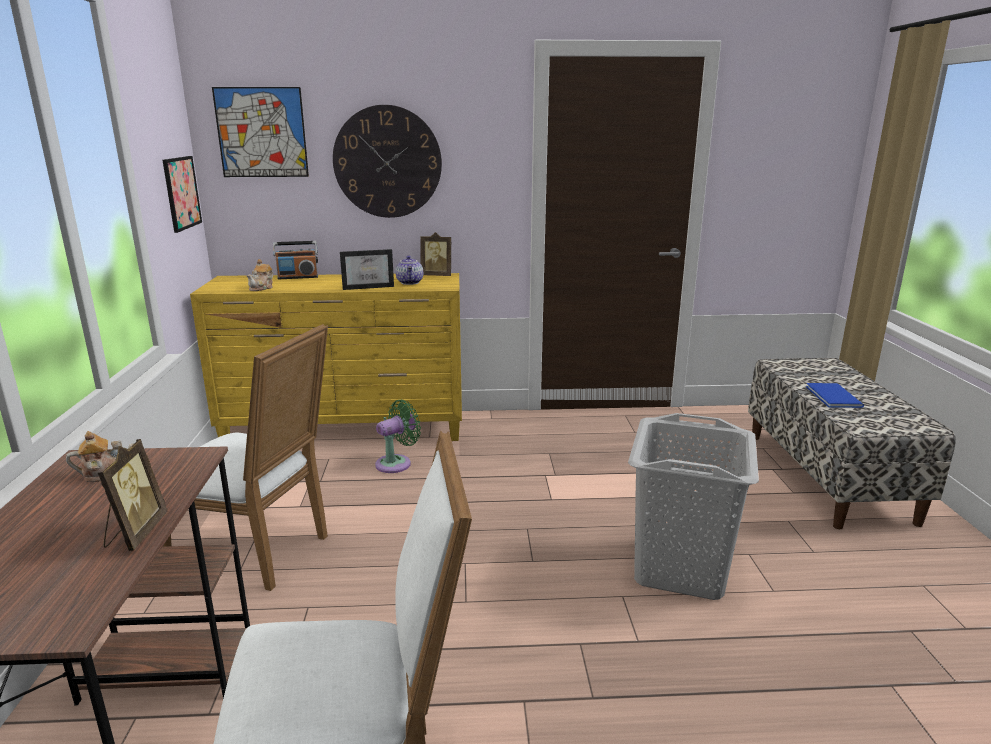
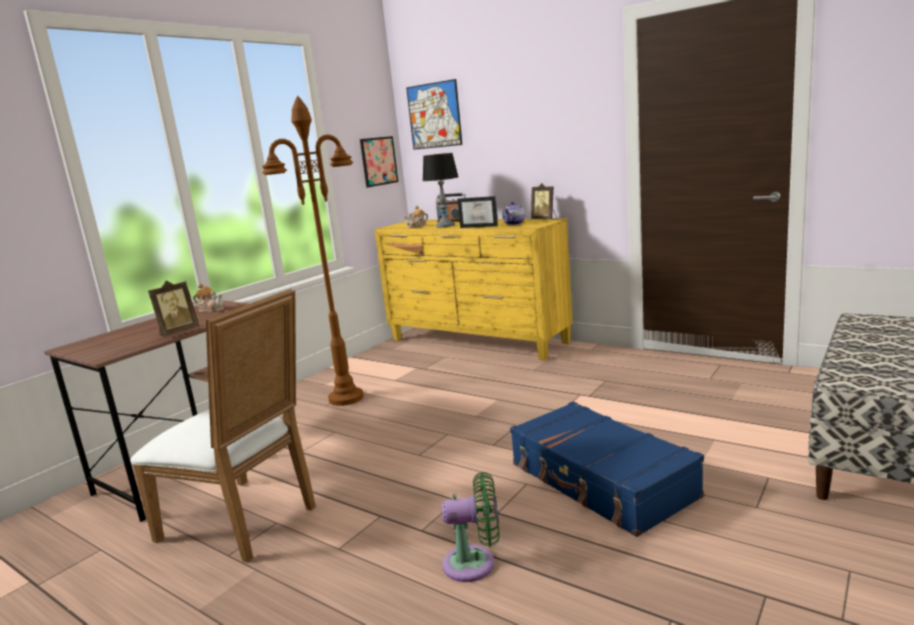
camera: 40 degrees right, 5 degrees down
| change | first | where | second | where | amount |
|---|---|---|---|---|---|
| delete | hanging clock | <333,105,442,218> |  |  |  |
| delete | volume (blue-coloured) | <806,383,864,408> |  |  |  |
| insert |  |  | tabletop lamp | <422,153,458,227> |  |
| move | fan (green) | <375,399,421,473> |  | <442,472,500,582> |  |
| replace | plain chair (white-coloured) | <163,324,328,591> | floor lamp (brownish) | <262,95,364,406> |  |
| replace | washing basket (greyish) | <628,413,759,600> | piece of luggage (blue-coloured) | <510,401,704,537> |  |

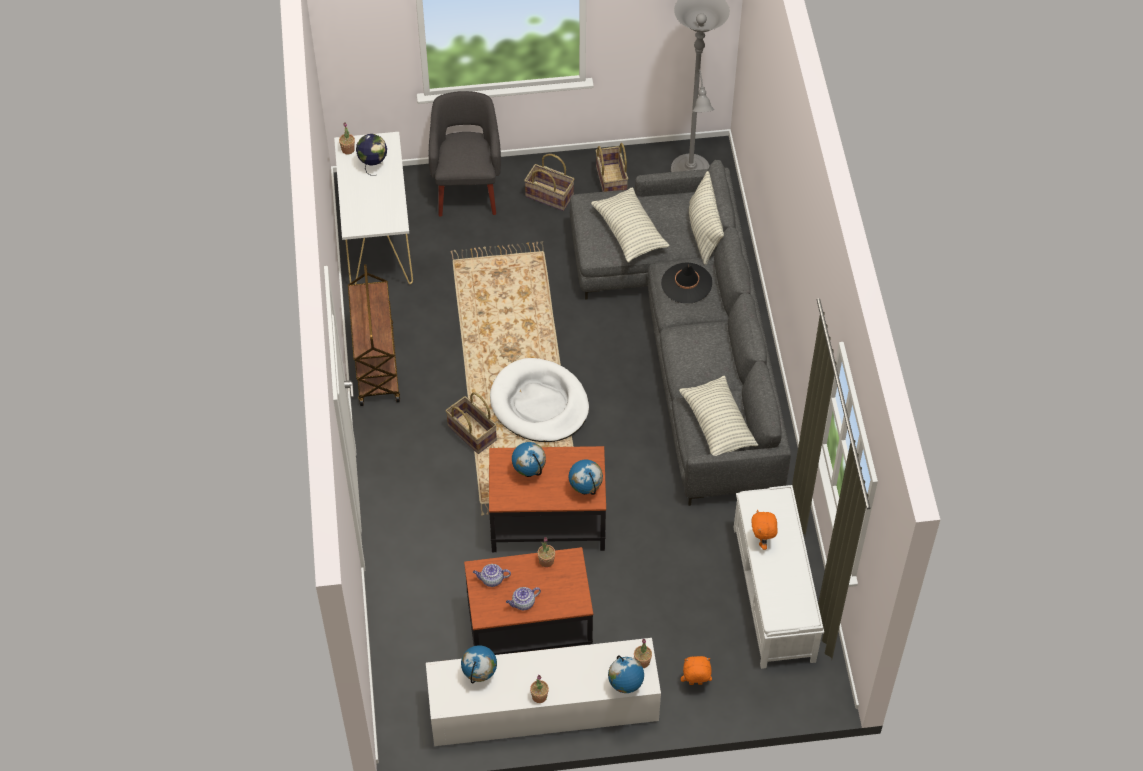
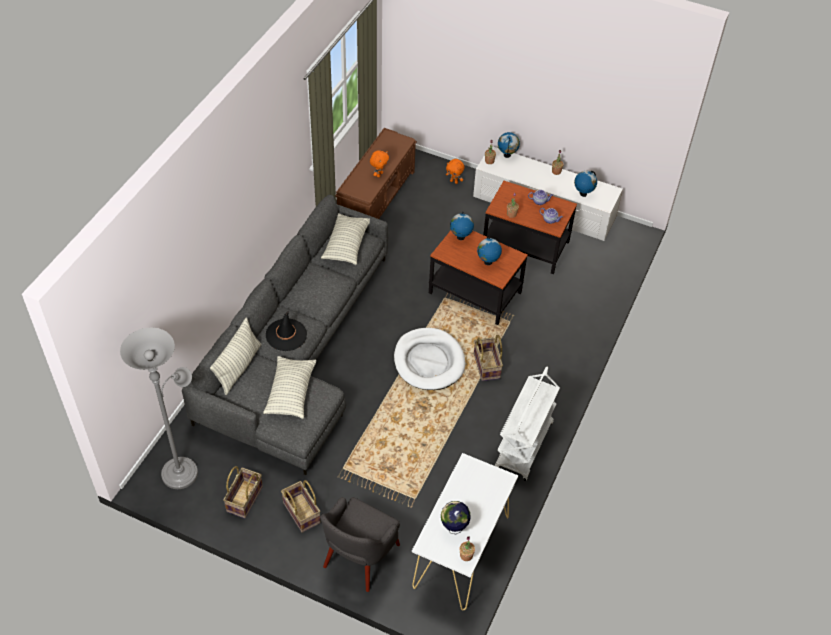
camera: 150 degrees left, 5 degrees down
| change | first | where | second | where | amount |
|---|---|---|---|---|---|
| recolor | trolley (brownish) | <348,264,400,406> | trolley (white-coloured) | <495,366,560,481> |  |
| recolor | bench (white-coloured) | <734,485,824,669> | bench (brownish) | <335,128,417,219> |  |

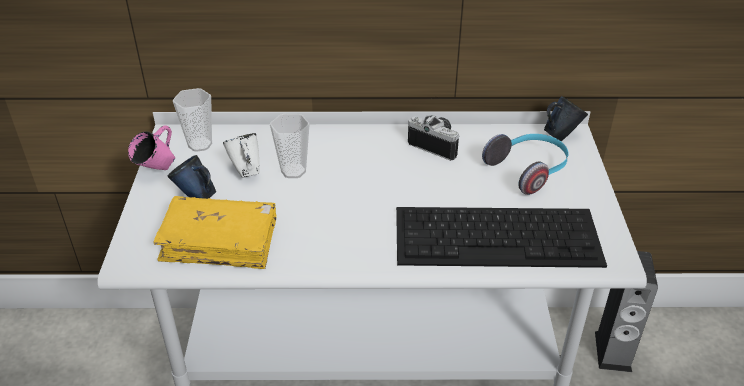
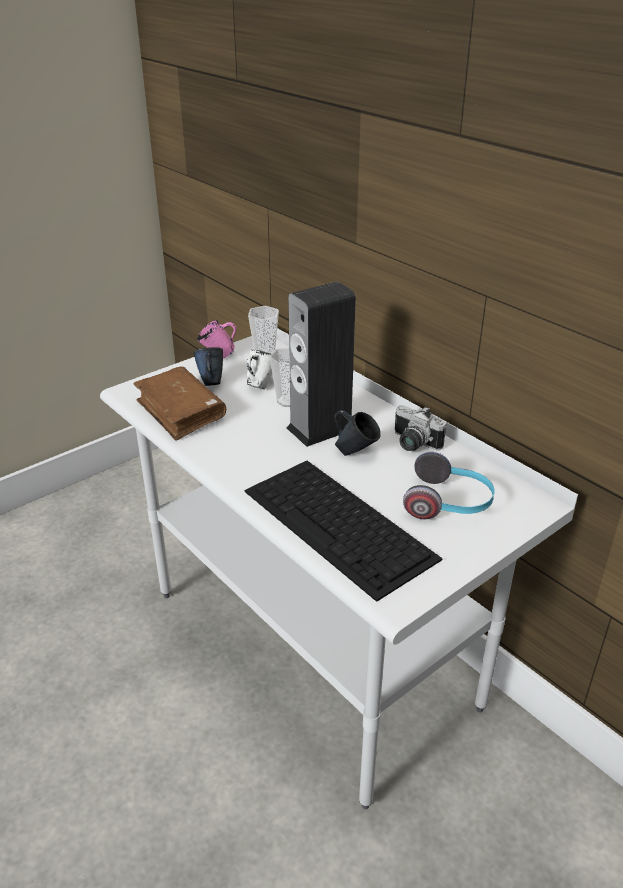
camera: 50 degrees right, 5 degrees down
| change | first | where | second | where | amount |
|---|---|---|---|---|---|
| move | coffee mug (blue-coloured) | <544,96,588,141> |  | <334,410,381,456> |  |
| move | audio speaker | <595,251,658,372> |  | <287,281,356,447> |  |
| recolor | volume (yellow) | <153,196,277,269> | volume (brownish) | <134,366,226,441> |  |
| rotate | still camera | <408,115,459,161> |  | <395,405,446,451> | 135 degrees clockwise |

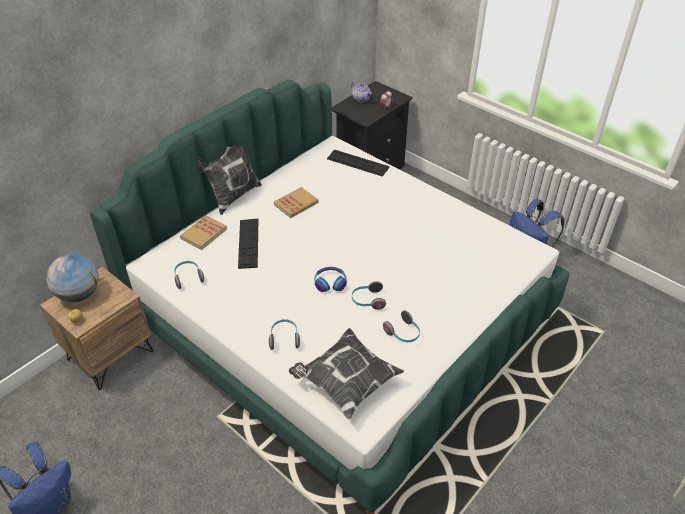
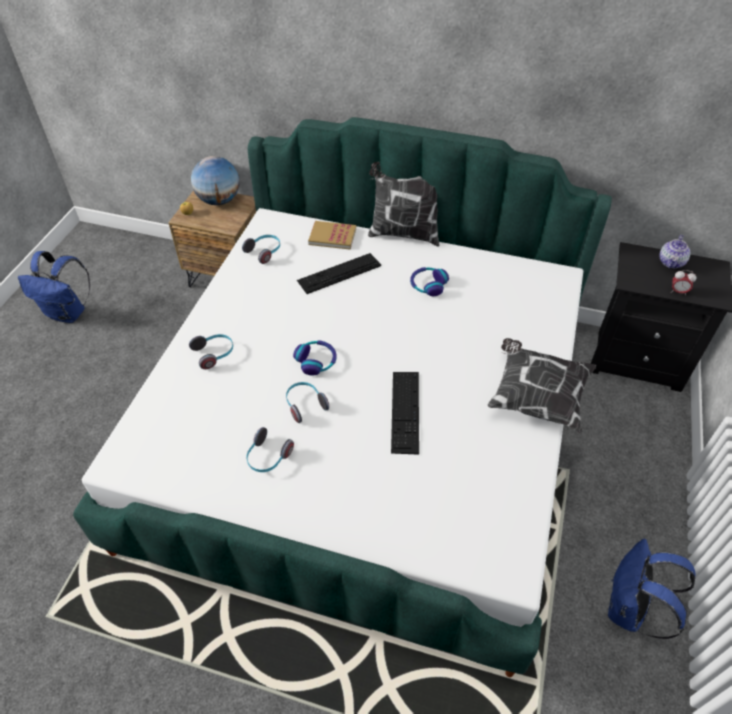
camera: 65 degrees right, 5 degrees up
| change | first | where | second | where | amount |
|---|---|---|---|---|---|
| move | cushion | <289,328,404,419> |  | <488,338,596,433> |  |
| move | PC keyboard | <327,149,390,177> |  | <391,372,419,455> |  |
| replace | volume | <274,187,319,218> | pair of headphones | <410,267,449,296> |  |

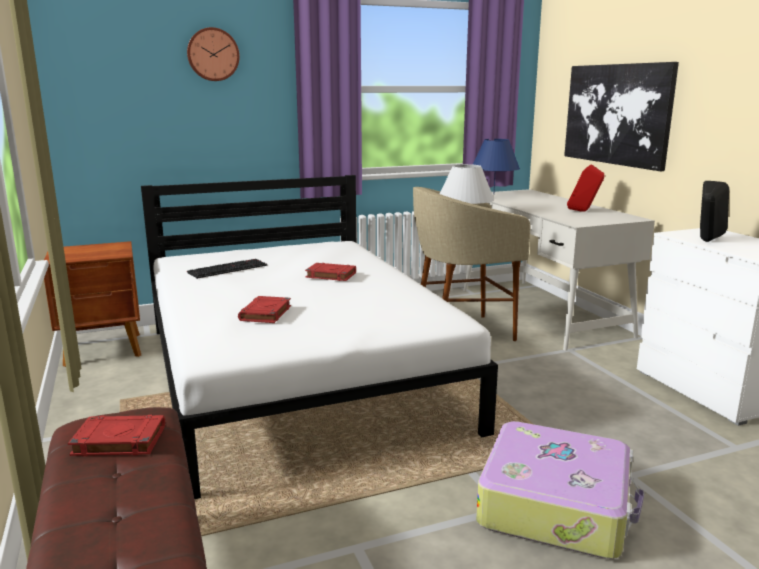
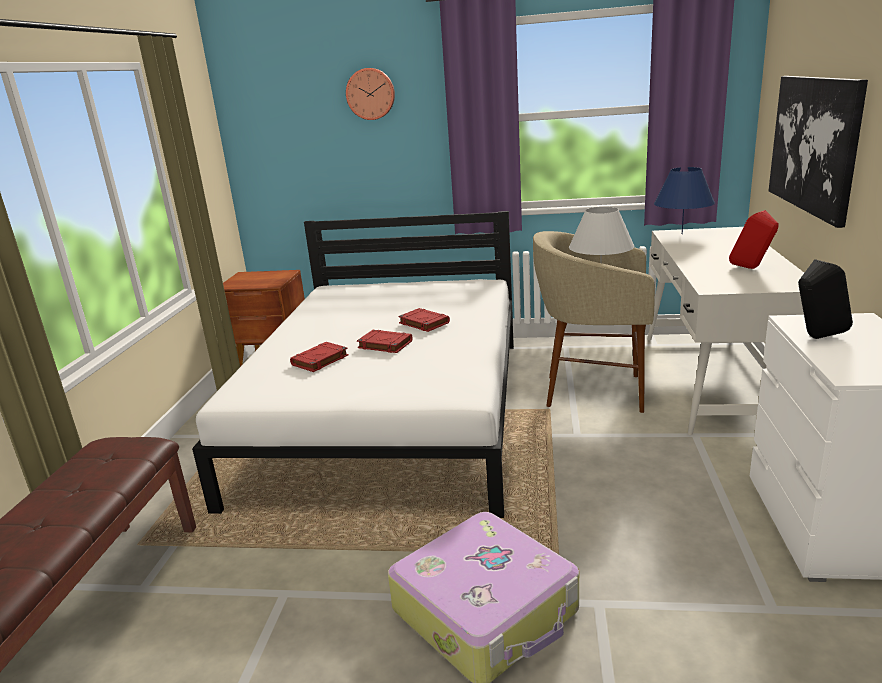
camera: 30 degrees right, 5 degrees up
| change | first | where | second | where | amount |
|---|---|---|---|---|---|
| delete | PC keyboard | <187,259,267,279> |  |  |  |
| move | volume (red-coloured) | <68,415,165,456> |  | <357,330,412,353> |  |

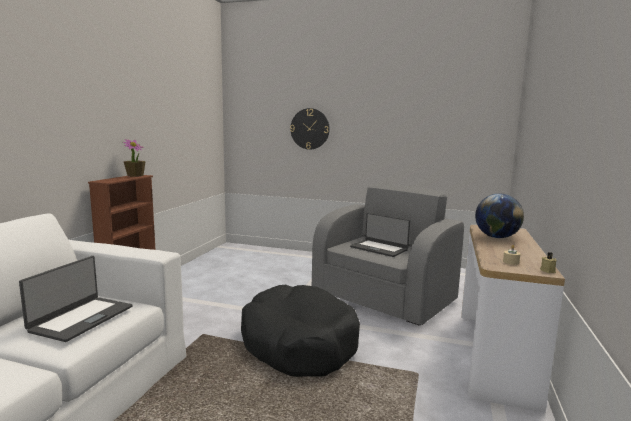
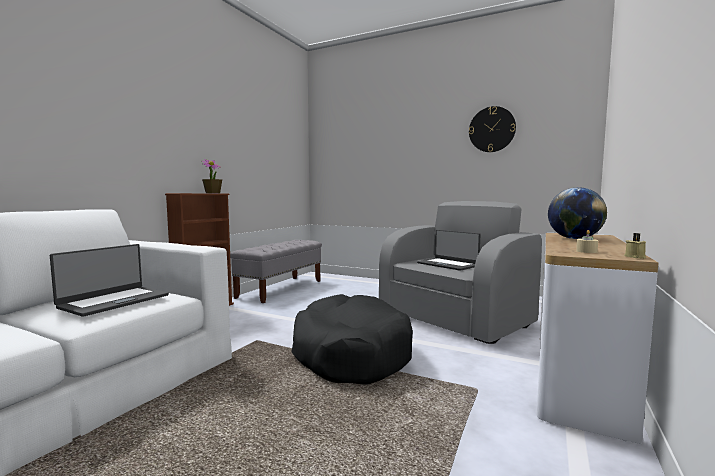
camera: 10 degrees right, 5 degrees down
| change | first | where | second | where | amount |
|---|---|---|---|---|---|
| insert |  |  | bench (greyish) | <230,240,322,303> |  |
| move | hanging clock | <290,108,330,150> |  | <469,106,516,152> |  |

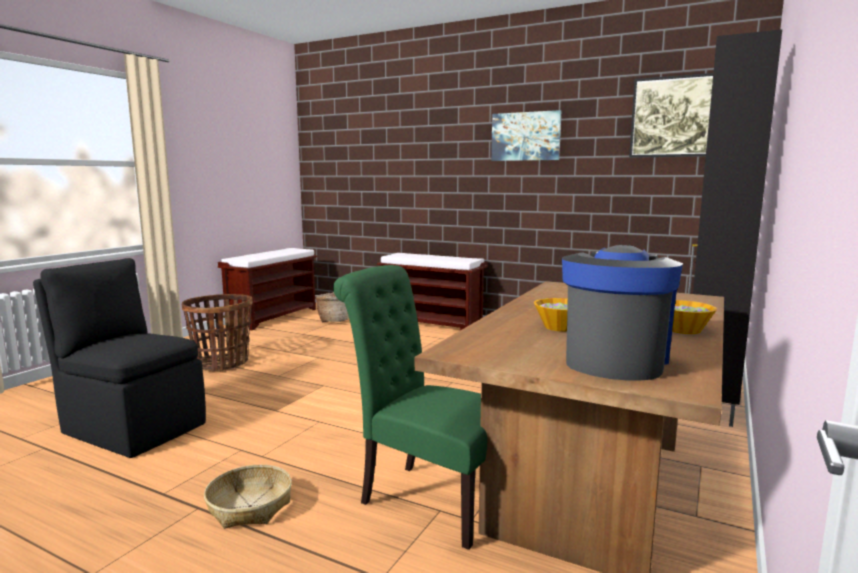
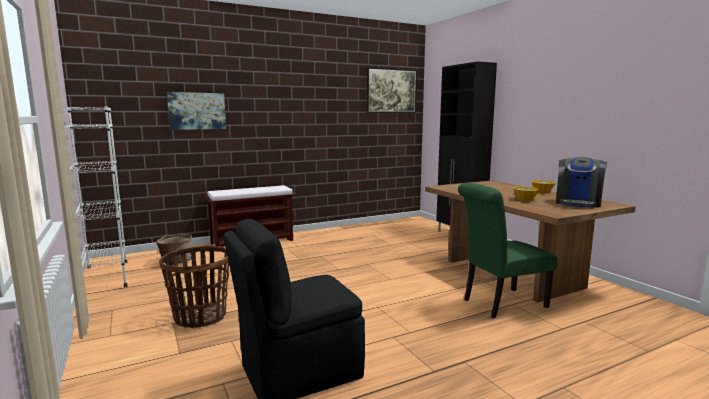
camera: 55 degrees left, 0 degrees up
| change | first | where | second | where | amount |
|---|---|---|---|---|---|
| delete | storage basket | <204,465,292,529> |  |  |  |
| move | picture | <491,110,561,161> |  | <167,92,226,130> |  |
| replace | bench (brownish) | <218,248,317,330> | bookcase (white-coloured) | <62,106,127,288> |  |
| rotate | coffee brewer | <562,245,683,380> |  | <556,157,607,208> | 120 degrees counterclockwise |

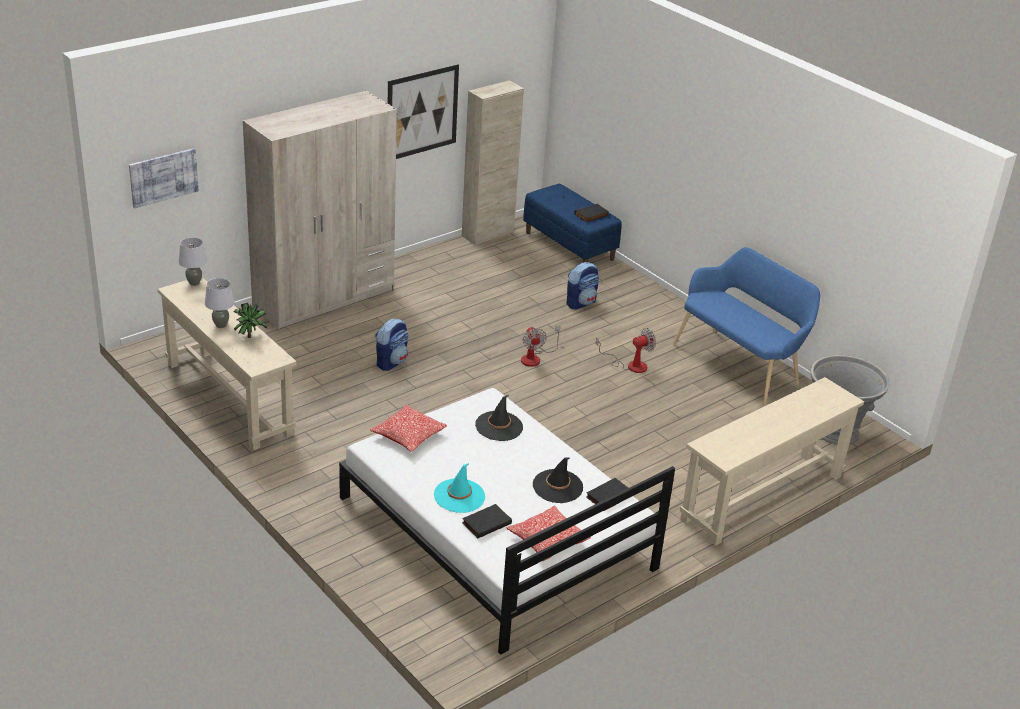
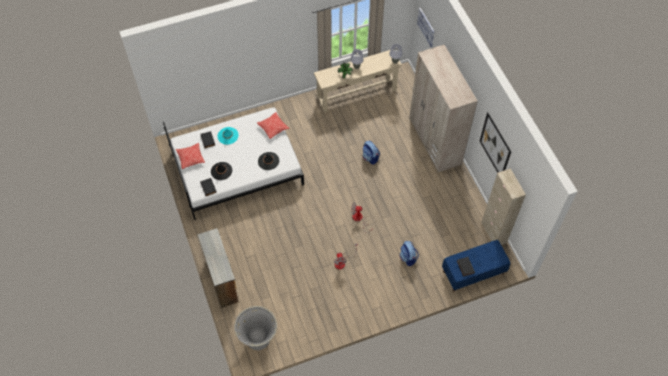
camera: 110 degrees right, 25 degrees up
| change | first | where | second | where | amount |
|---|---|---|---|---|---|
| delete | bench (blue-coloured) | <673,247,820,406> |  |  |  |
| replace | hall table (beige-coloured) | <680,377,864,546> | dresser (brownish) | <197,228,239,308> |  |

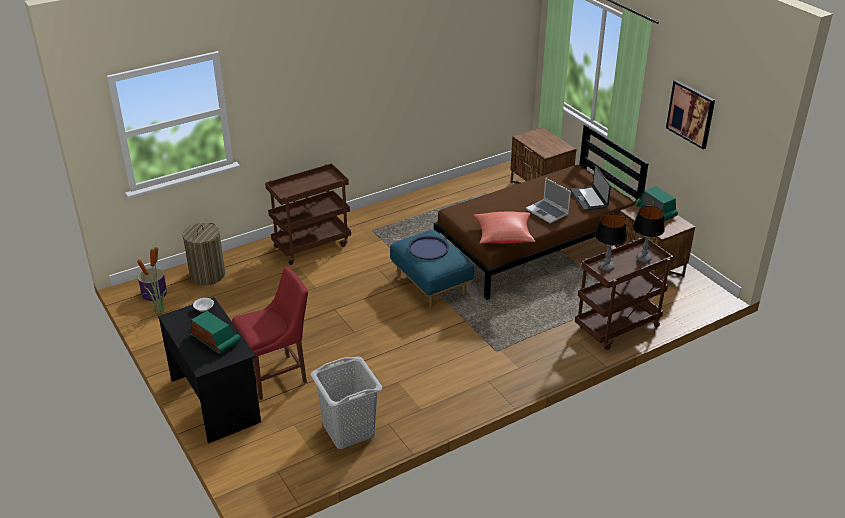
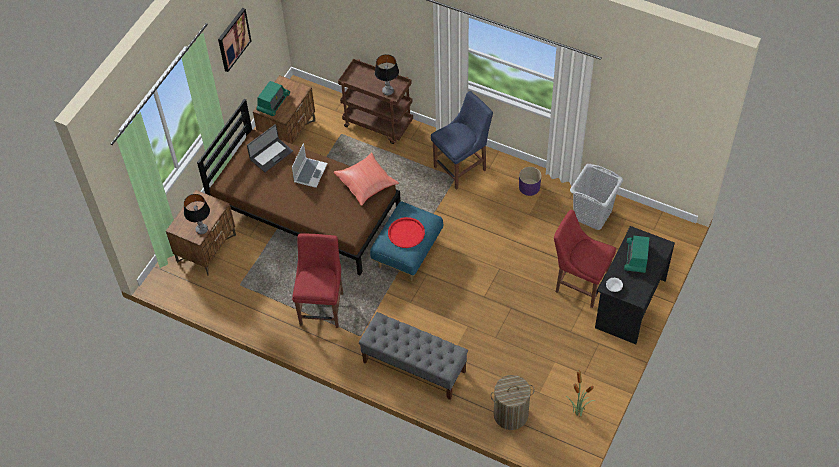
camera: 120 degrees left, 20 degrees up
| change | first | where | second | where | amount |
|---|---|---|---|---|---|
| insert |  |  | plain chair (red-coloured) | <292,233,343,328> |  |
| insert |  |  | plain chair (blue-coloured) | <431,91,493,190> |  |
| move | plant pot (purple-coloured) | <138,268,167,301> |  | <519,167,541,196> |  |
| move | tabletop lamp | <633,206,665,263> |  | <184,194,210,234> |  |
| replace | trolley (brownish) | <265,163,351,265> | bench (greyish) | <359,312,468,400> |  |
| recolor | serving tray (blue-coloured) | <408,236,449,260> | serving tray (red-coloured) | <388,217,425,248> |  |

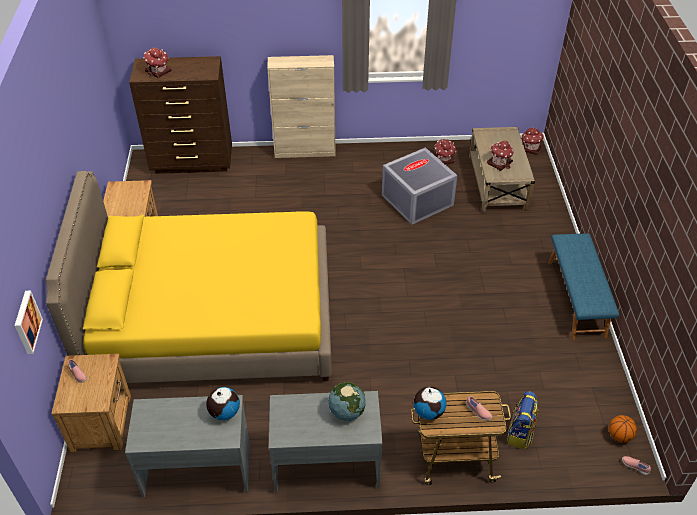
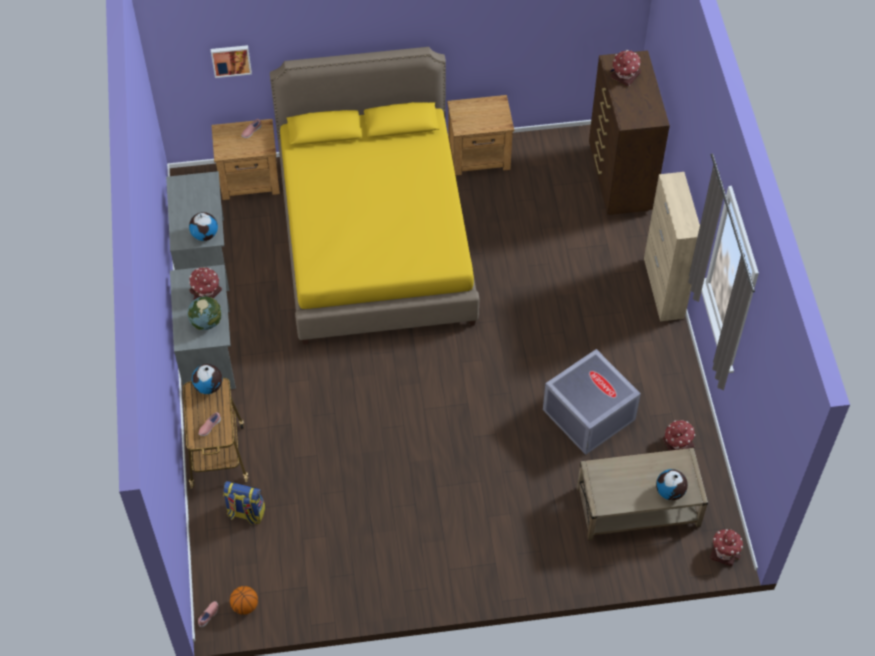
camera: 85 degrees right, 10 degrees up
| change | first | where | second | where | amount |
|---|---|---|---|---|---|
| delete | bench (blue-coloured) | <548,234,619,340> |  |  |  |
| insert |  |  | globe | <656,469,688,500> |  |
| move | model house | <487,141,514,171> |  | <189,267,222,300> |  |

